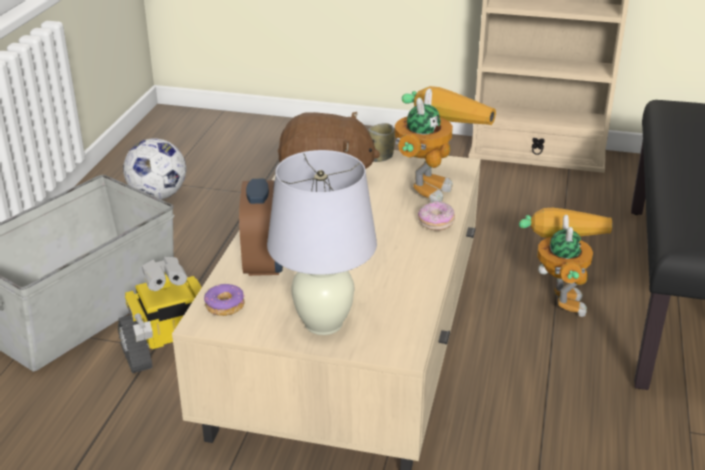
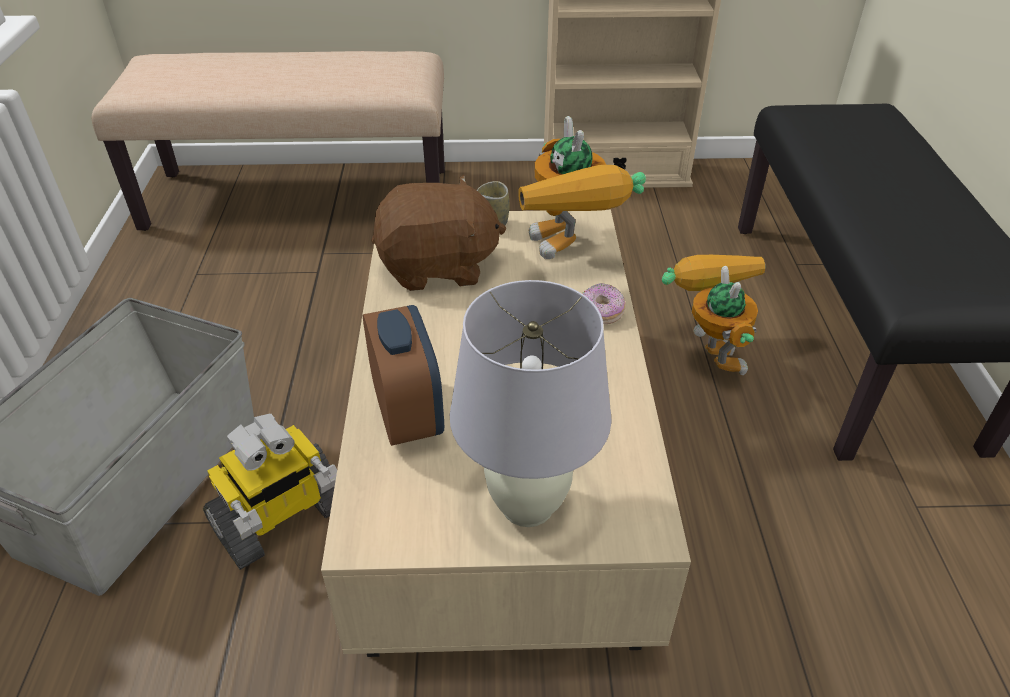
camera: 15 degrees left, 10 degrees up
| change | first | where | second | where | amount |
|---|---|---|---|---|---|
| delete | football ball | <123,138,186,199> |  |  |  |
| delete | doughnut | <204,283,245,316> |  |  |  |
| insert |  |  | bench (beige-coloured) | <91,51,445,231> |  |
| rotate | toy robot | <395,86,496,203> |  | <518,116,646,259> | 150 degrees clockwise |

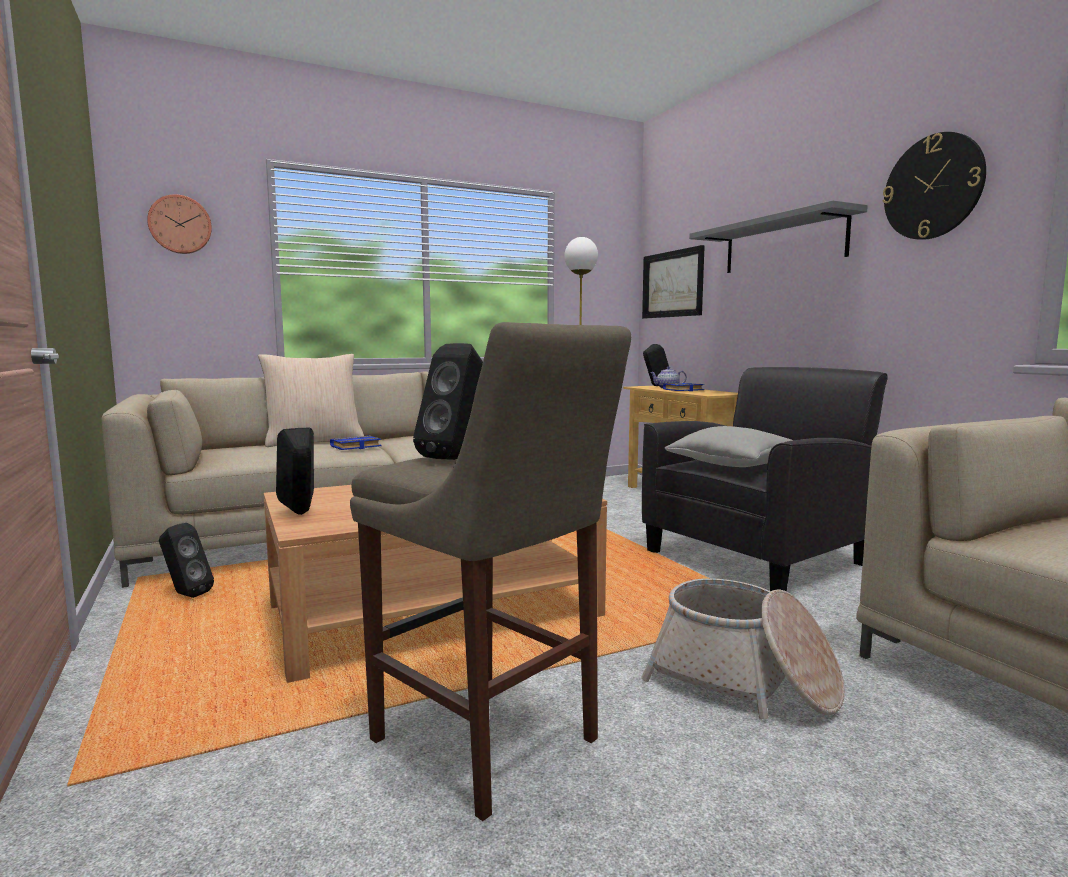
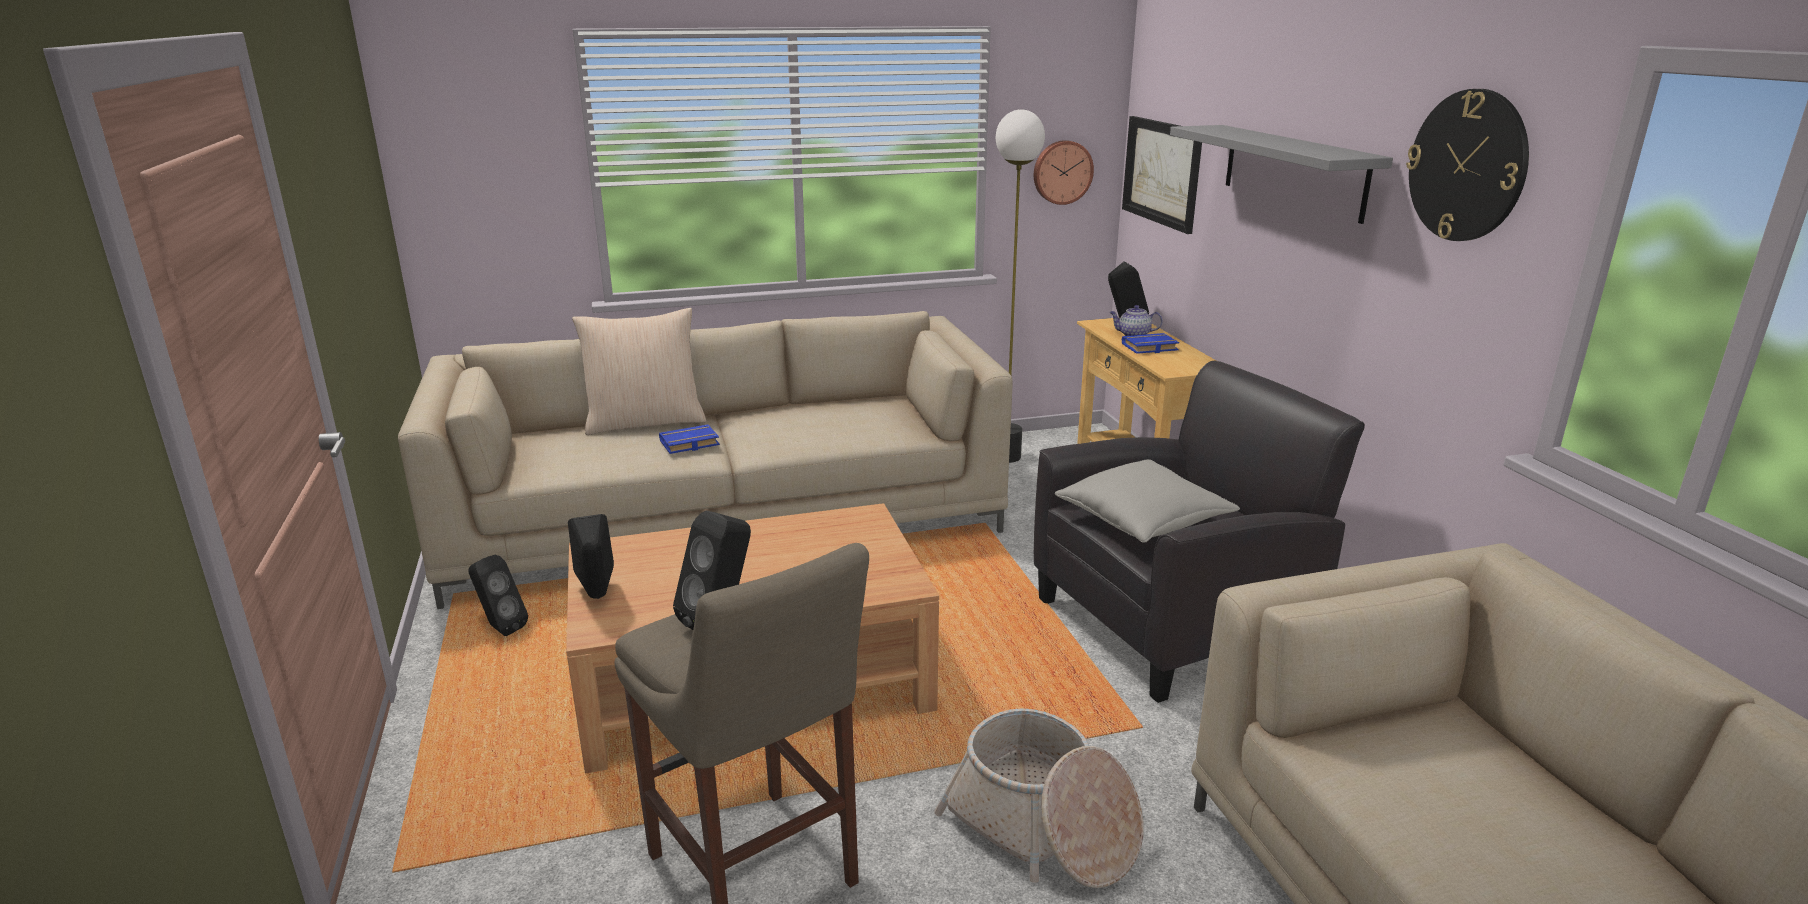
camera: 10 degrees right, 15 degrees up
| change | first | where | second | where | amount |
|---|---|---|---|---|---|
| move | hanging clock | <147,194,212,254> |  | <1034,140,1094,205> |  |

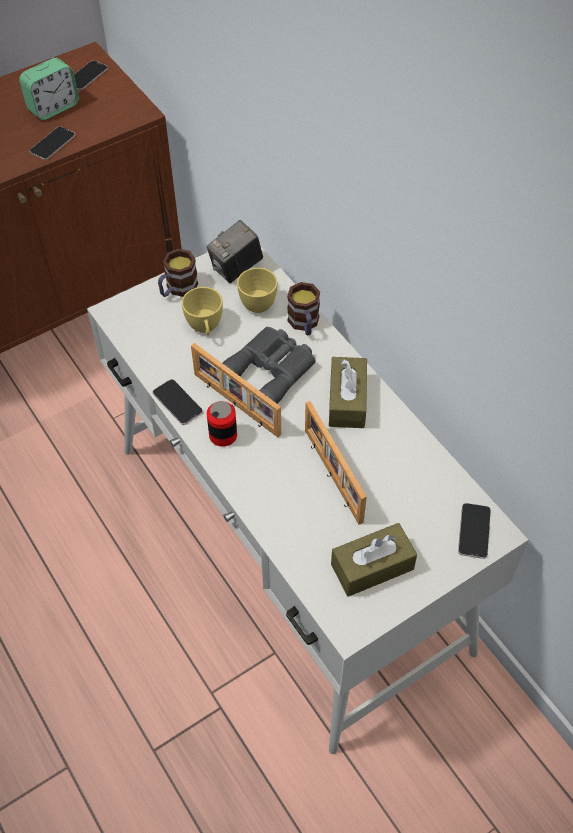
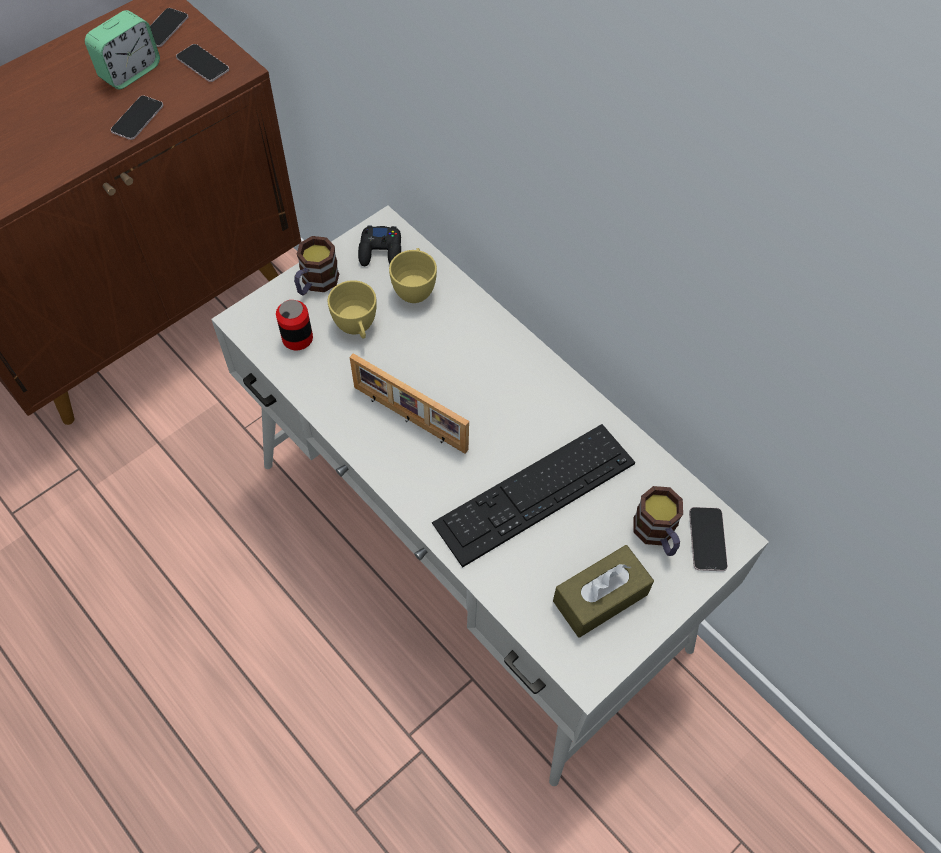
camera: 10 degrees left, 5 degrees up
| change | first | where | second | where | amount |
|---|---|---|---|---|---|
| delete | field glasses (greyish) | <222,327,316,404> |  |  |  |
| delete | tissue holder (brownish) | <329,357,367,428> |  |  |  |
| move | telephone | <153,379,203,425> |  | <176,44,229,82> |  |
| move | metal can | <207,401,237,447> |  | <276,300,313,350> |  |
| move | coffee mug | <287,282,320,335> |  | <633,486,683,556> |  |
| replace | still camera | <207,220,263,283> | joypad (blackish) | <358,226,401,266> |  |
| replace | picture frame | <305,401,367,525> | PC keyboard | <432,424,635,568> |  |

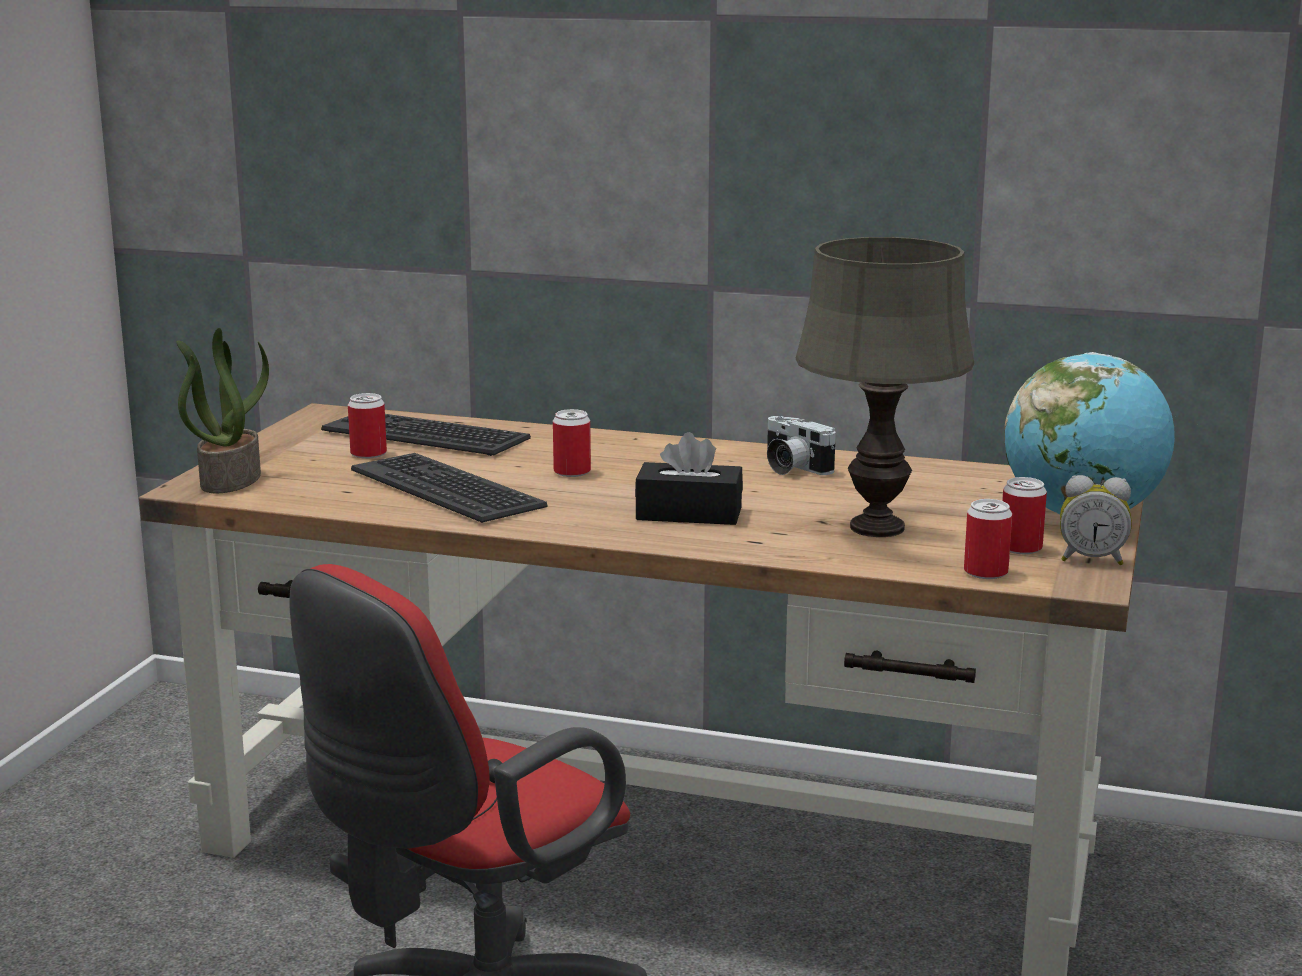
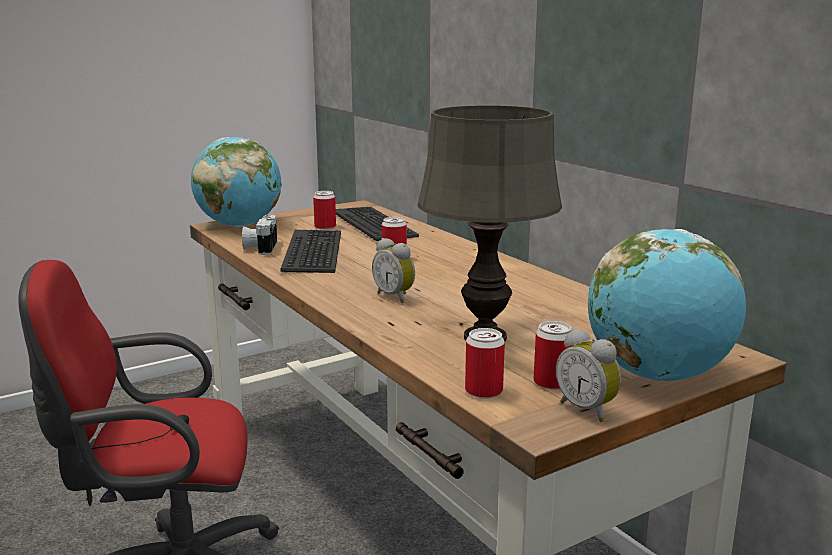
camera: 40 degrees right, 0 degrees up
| change | first | where | second | where | amount |
|---|---|---|---|---|---|
| move | still camera | <767,416,836,475> |  | <242,215,277,255> |  |
| replace | potted plant | <176,328,269,493> | globe | <191,137,282,227> |  |
| replace | tissue holder (blackish) | <635,432,743,525> | table clock | <372,238,415,303> |  |

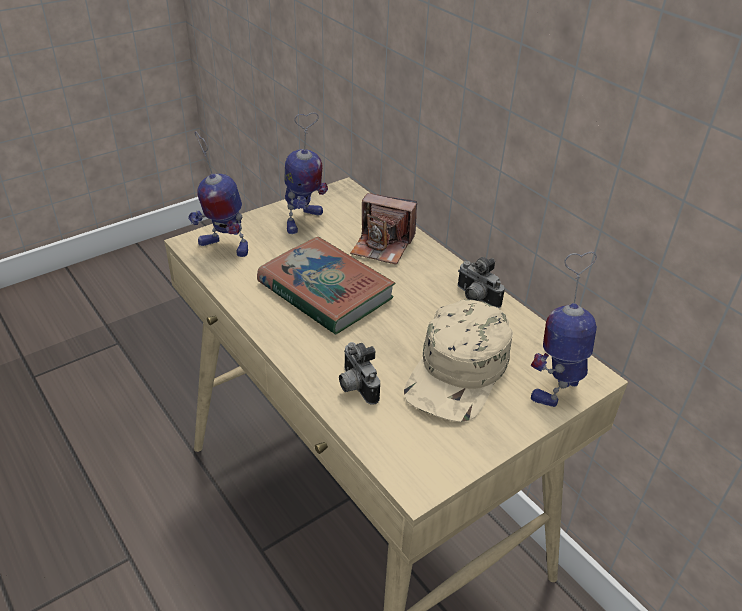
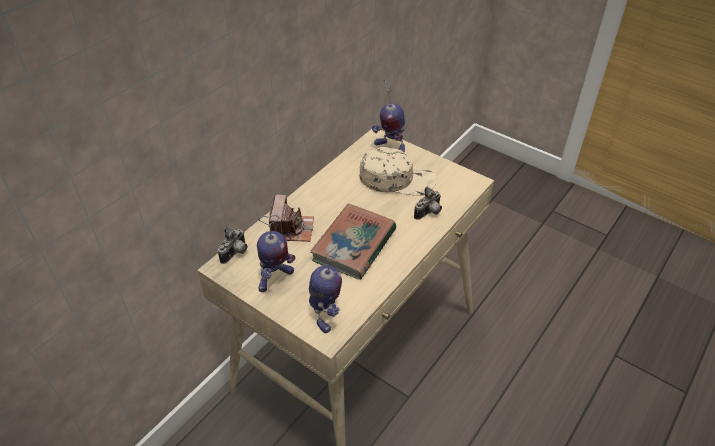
camera: 105 degrees left, 5 degrees up
| change | first | where | second | where | amount |
|---|---|---|---|---|---|
| move | still camera | <458,257,505,308> |  | <218,227,247,264> |  |
| rotate | toy robot | <284,112,328,234> |  | <257,215,295,292> | 120 degrees clockwise |

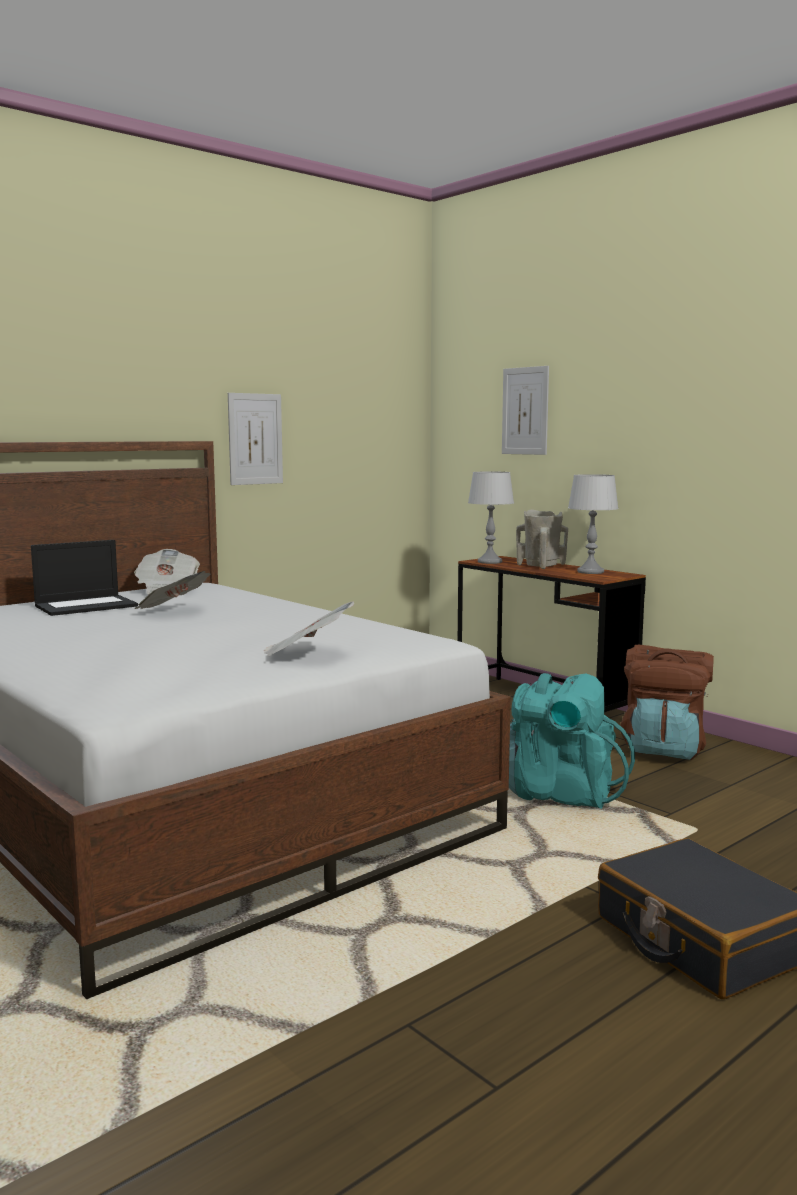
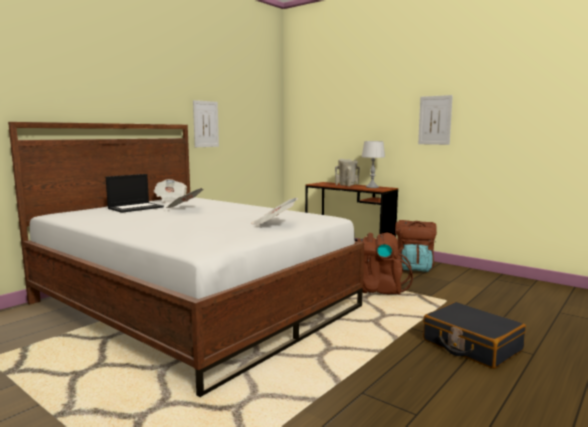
camera: 10 degrees left, 0 degrees up
| change | first | where | second | where | amount |
|---|---|---|---|---|---|
| delete | tabletop lamp (greyish) | <468,471,514,564> |  |  |  |
| move | picture | <502,366,549,455> |  | <418,95,453,145> |  |
| recolor | rucksack (turquoise) | <509,673,635,809> | rucksack (brownish) | <357,233,413,295> |  |

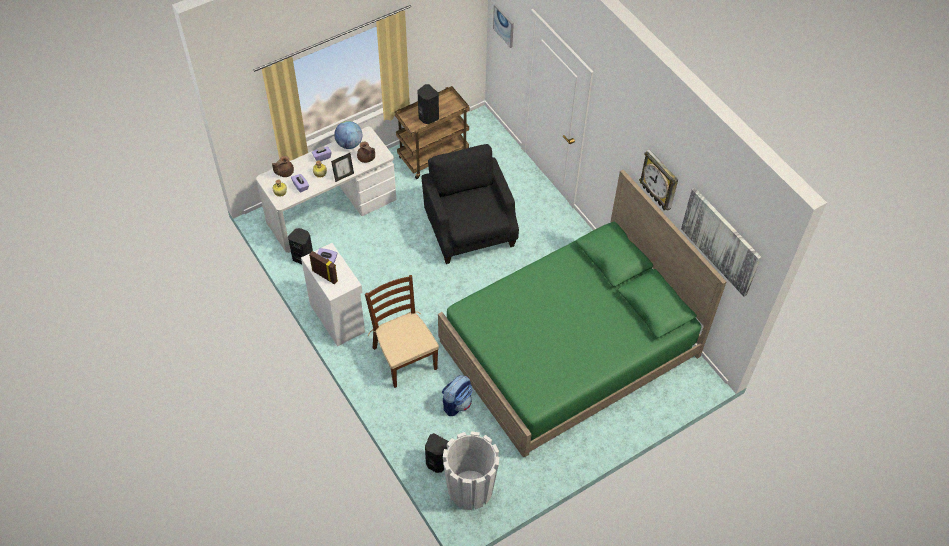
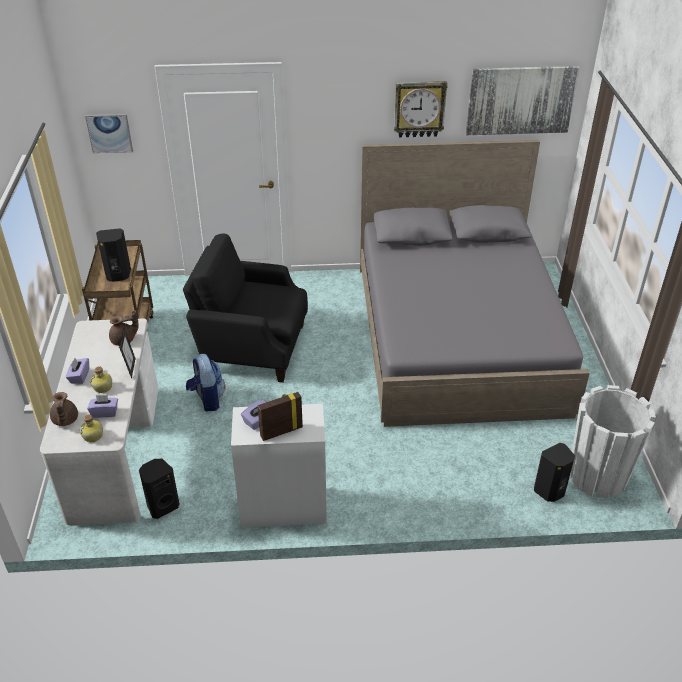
camera: 60 degrees left, 15 degrees down
| change | first | where | second | where | amount |
|---|---|---|---|---|---|
| delete | globe | <334,121,362,149> |  |  |  |
| delete | plain chair (brownish) | <365,275,439,388> |  |  |  |
| move | rucksack | <442,375,473,416> |  | <186,354,226,412> |  |
| recolor | bed (green) | <438,169,726,457> | bed (greyish) | <360,140,590,427> |  |

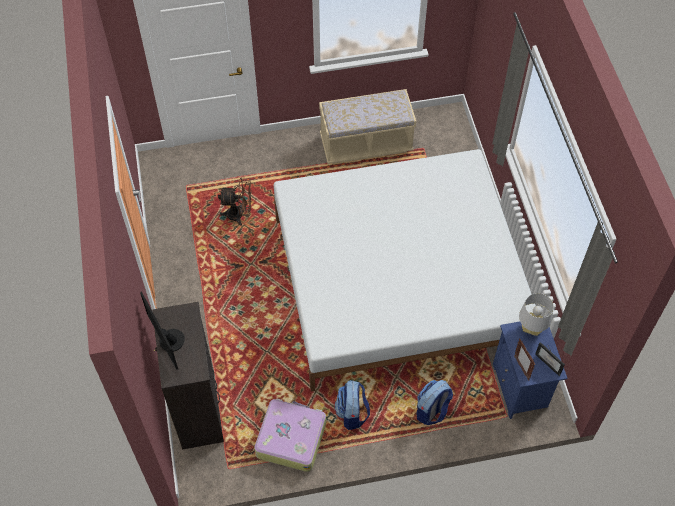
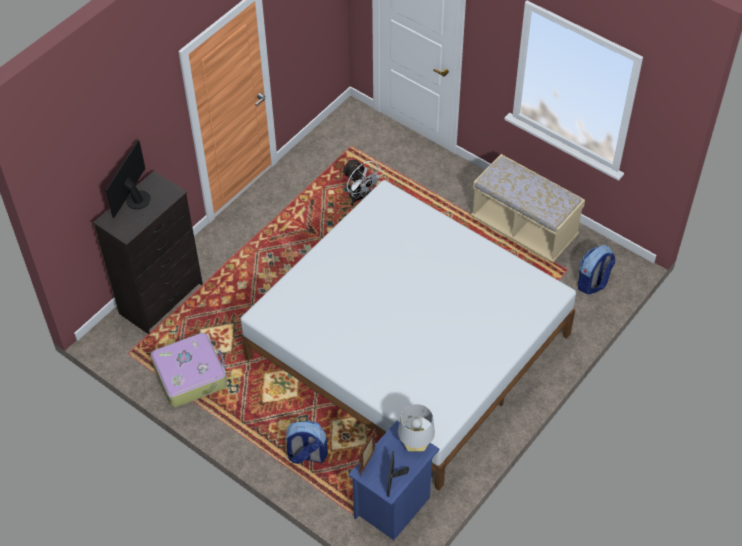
camera: 50 degrees right, 5 degrees down
| change | first | where | second | where | amount |
|---|---|---|---|---|---|
| move | rucksack | <334,380,370,430> |  | <578,245,615,294> |  |
| recolor | fan (brownish) | <218,178,252,226> | fan (white-coloured) | <342,159,383,206> |  |

